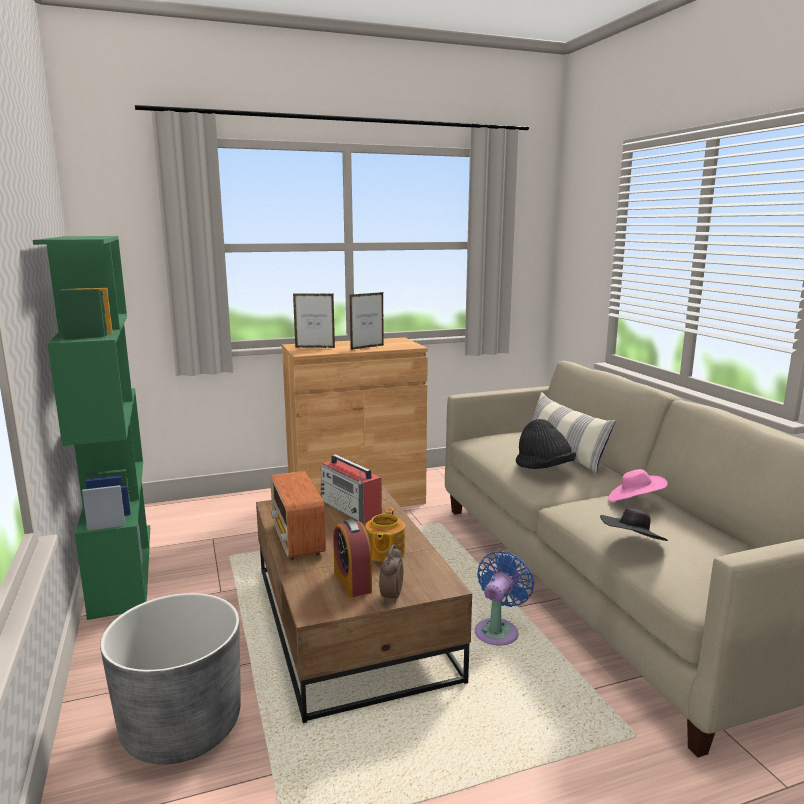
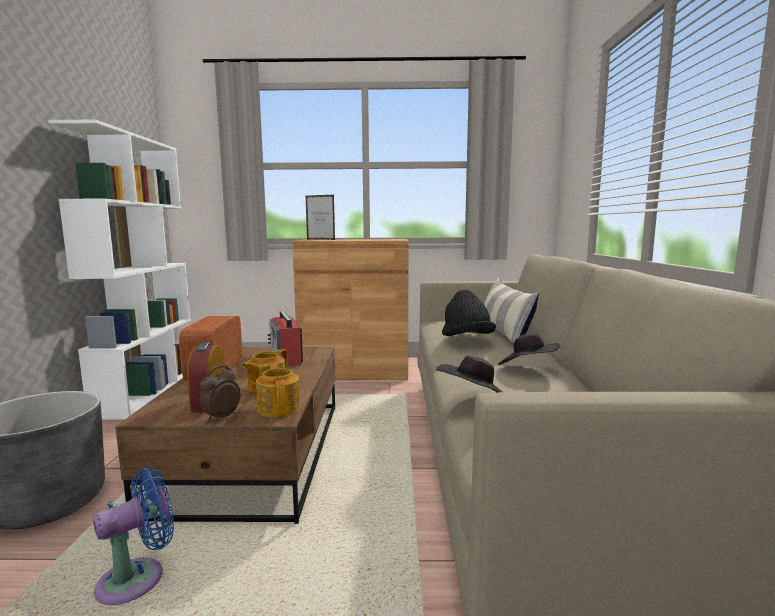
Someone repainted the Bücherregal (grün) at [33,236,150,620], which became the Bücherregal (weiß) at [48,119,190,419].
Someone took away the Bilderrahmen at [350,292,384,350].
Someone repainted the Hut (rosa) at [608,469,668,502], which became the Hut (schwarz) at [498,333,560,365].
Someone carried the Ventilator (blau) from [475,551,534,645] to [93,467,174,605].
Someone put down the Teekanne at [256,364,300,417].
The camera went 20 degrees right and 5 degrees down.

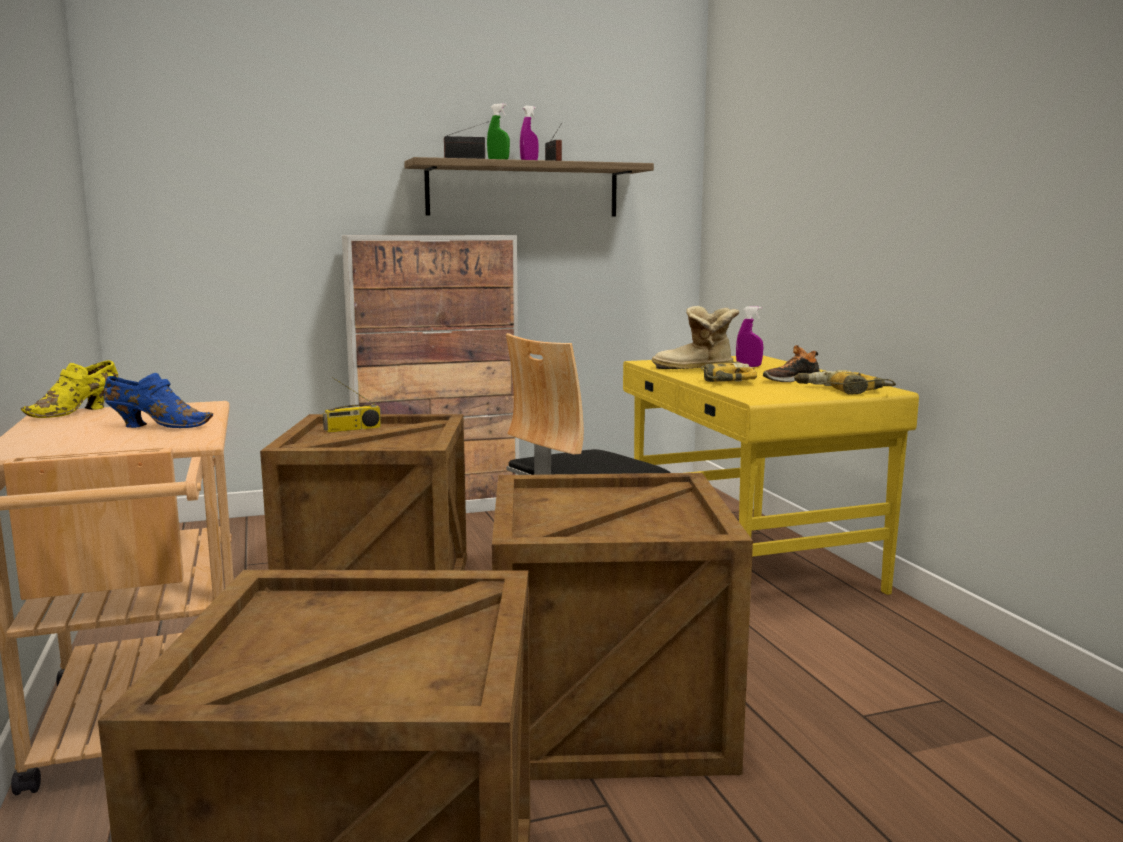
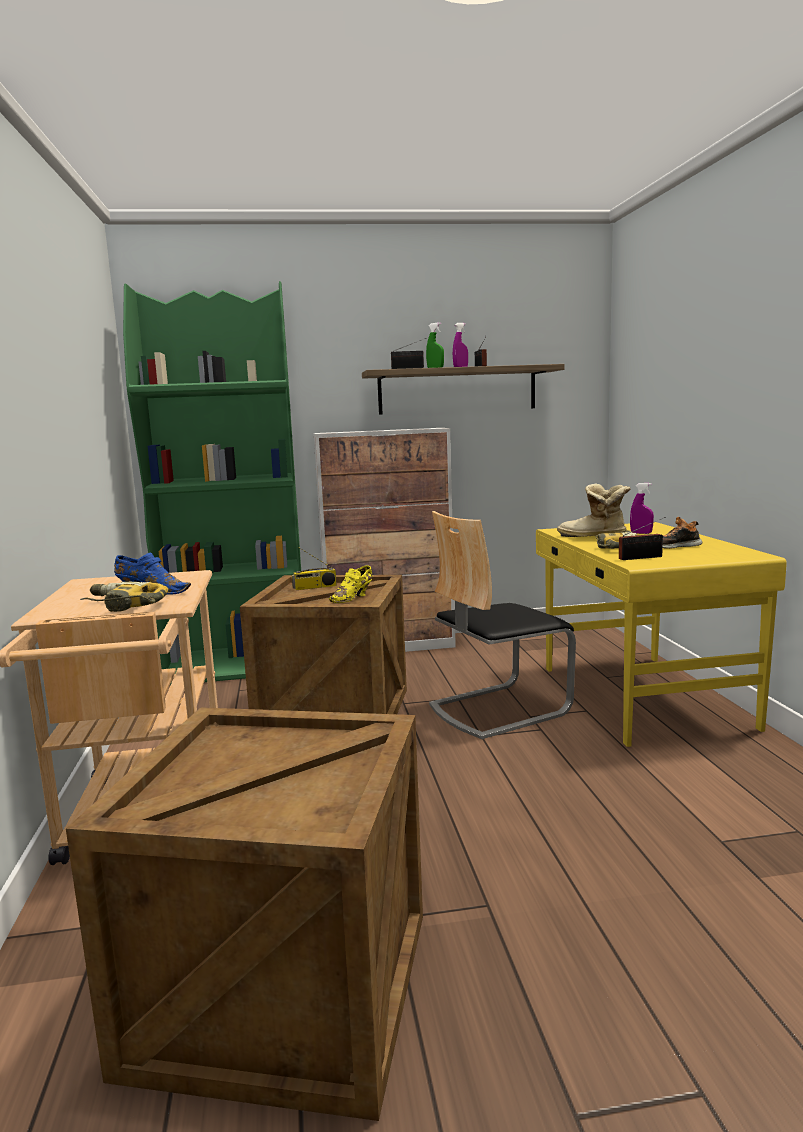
Someone carried the Schuh (gelb) from [21,360,119,418] to [328,565,373,603].
Someone carried the Bohrmaschine from [794,370,896,394] to [80,582,169,612].
Someone took away the Kiste at [492,473,753,780].
Someone put down the Bücherregal (grün) at [123,281,301,685].
Someone put down the Radio at [619,517,666,560].
The camera went 10 degrees right and 0 degrees up.

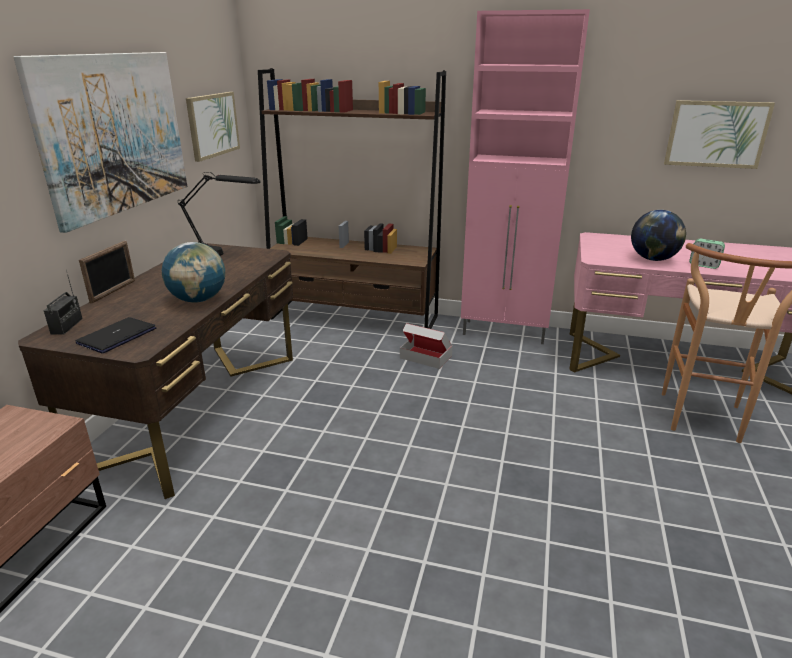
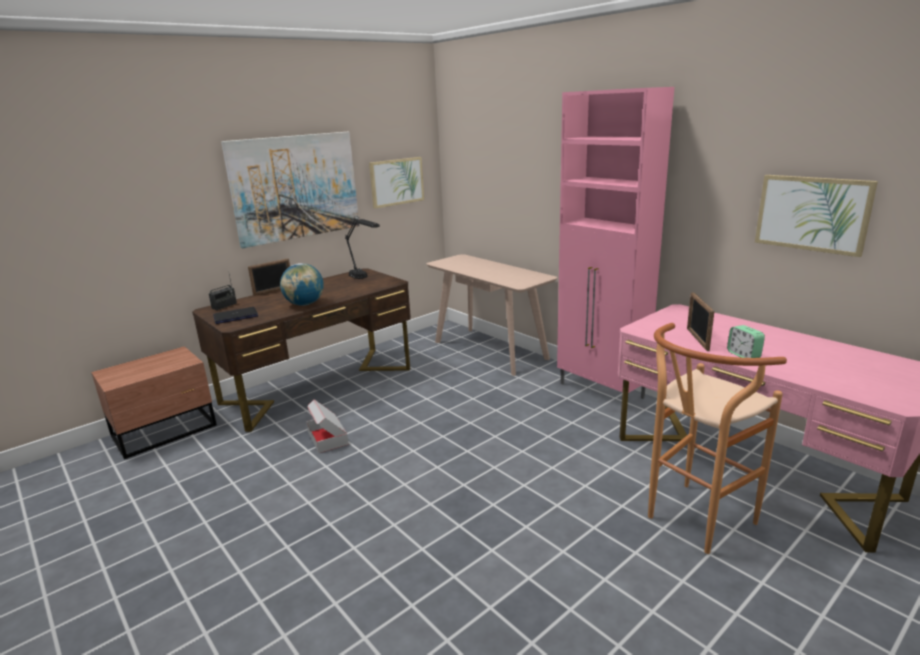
Someone swapped the Bücherregal (braun) at [258,68,446,329] for the Konsolentisch (beige) at [427,254,557,376].
Someone swapped the Globus at [631,210,686,261] for the Bilderrahmen at [687,292,715,351].
Someone carried the Karton from [400,323,452,369] to [306,399,349,453].
The camera went 35 degrees right and 5 degrees down.

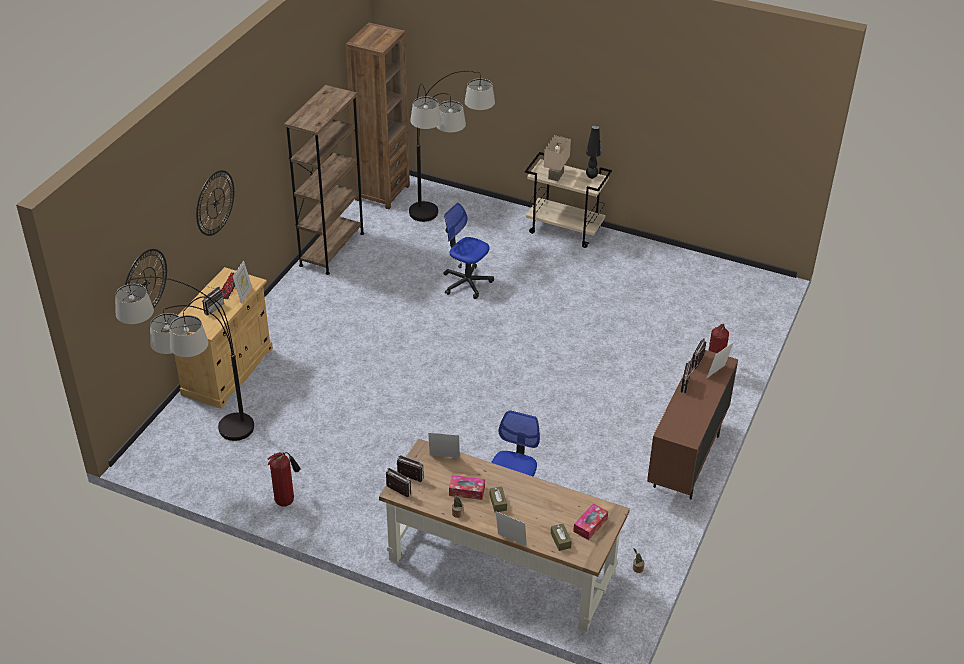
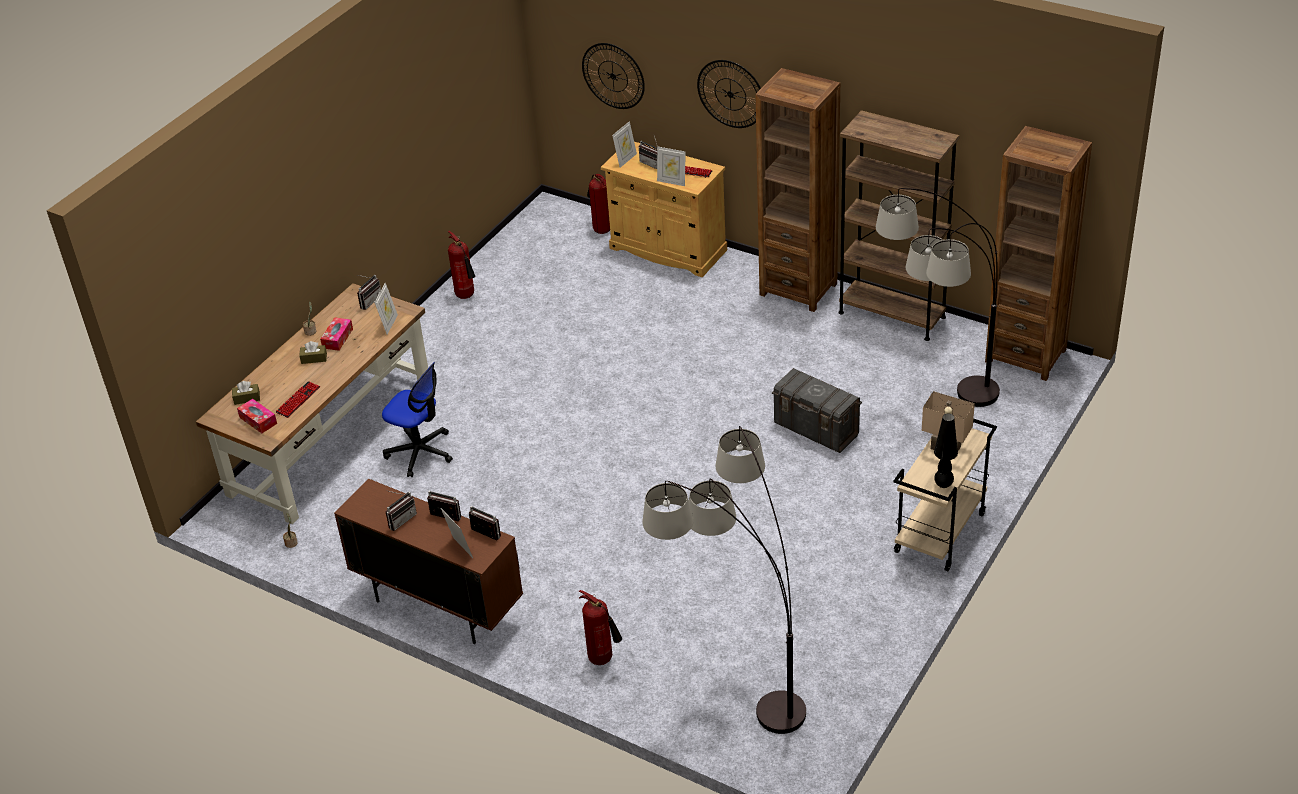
Someone swapped the Bürostuhl at [443,203,494,299] for the Aufbewahrungsbox (grau) at [772,368,862,453].
Someone carried the Stehlampe from [115,277,254,441] to [642,426,806,734].
Someone carried the Radio from [386,467,411,498] to [385,490,417,531].
Someone carried the Bilderrahmen from [496,512,527,546] to [612,121,637,168].
Someone put down the Bücherregal (braun) at [756,68,840,312].
Someone put down the Feuerlöscher at [587,174,610,234].
Someone put down the Tastatur at [276,381,320,418].
The camera went 100 degrees right and 0 degrees up.

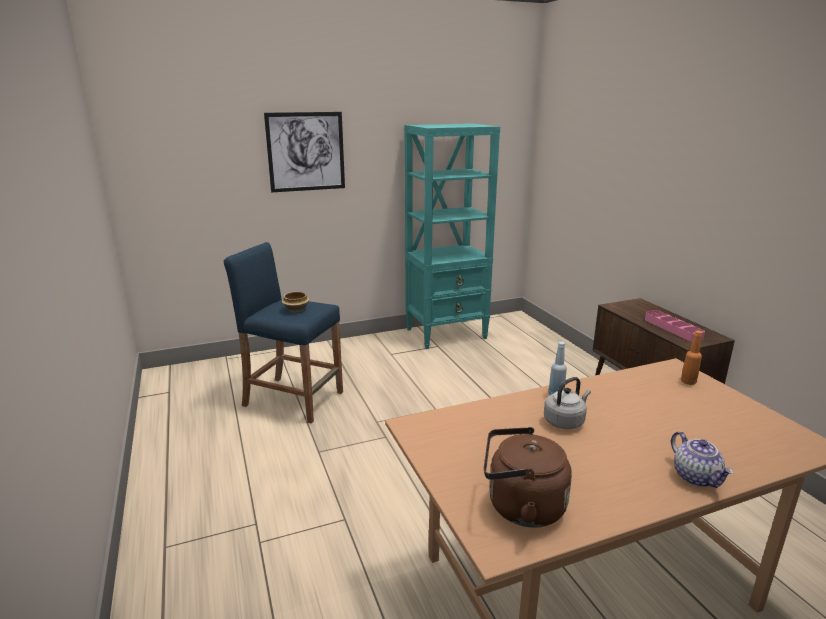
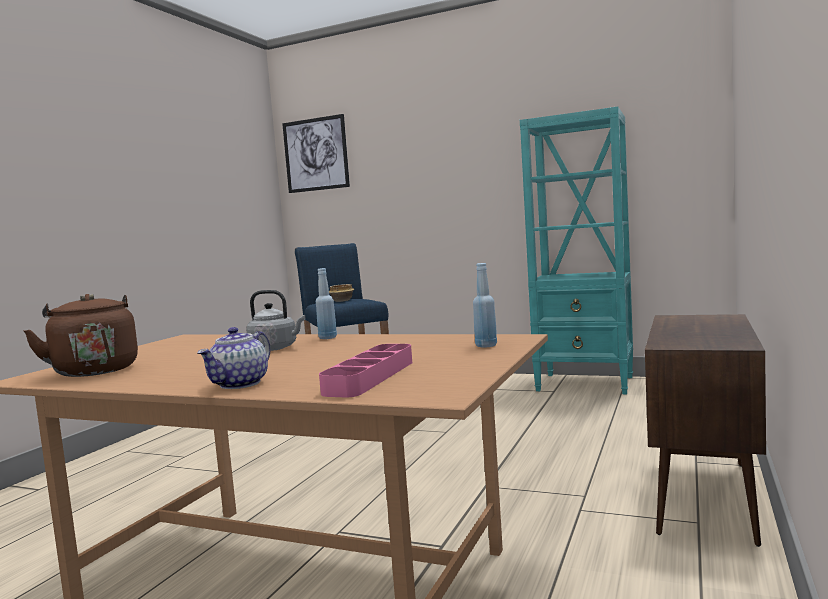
Someone carried the Bild from [264,112,345,192] to [282,114,350,193].
Someone carried the Tablett (rosa) from [645,310,705,342] to [319,344,412,398].
Someone repainted the Flasche (orange) at [681,331,702,385], which became the Flasche (blau) at [473,263,497,348].
The camera went 45 degrees right and 15 degrees down.

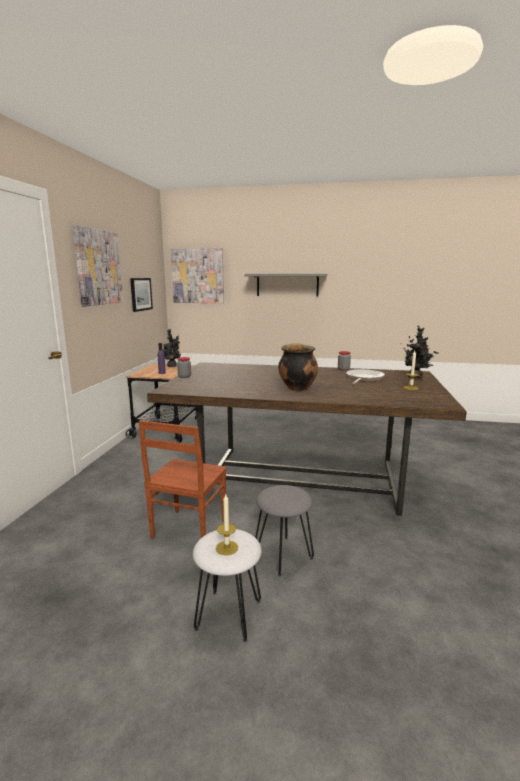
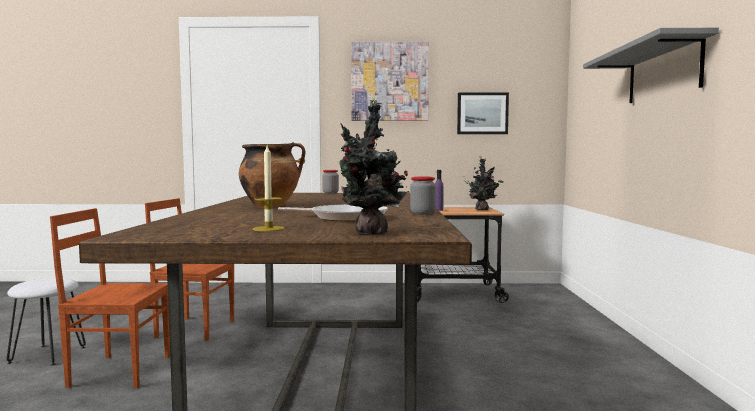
Someone took away the Bild at [171,248,224,303].
Someone swapped the Hocker (grau) at [255,485,314,576] for the Stuhl (braun) at [50,208,170,388].
Someone took away the Kerze at [216,494,238,555].
The camera went 80 degrees right and 10 degrees down.

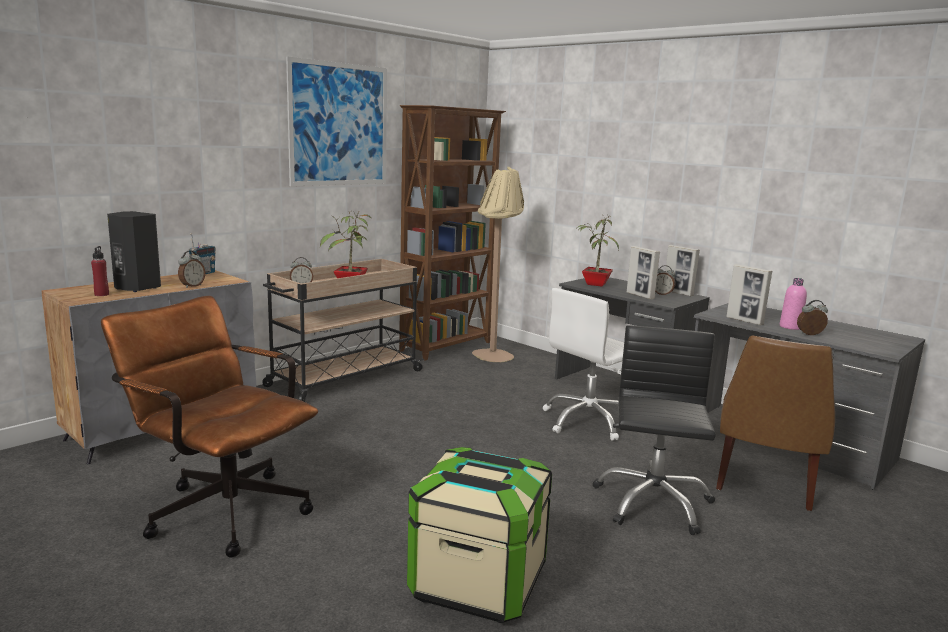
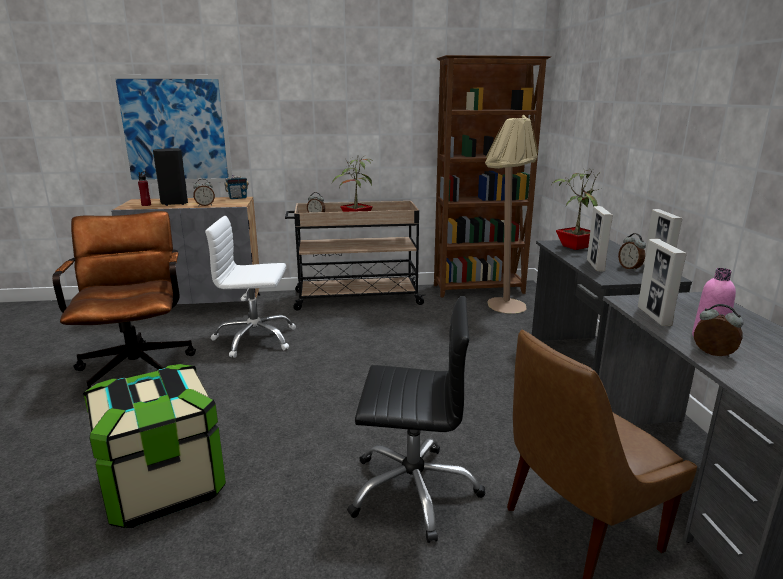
Someone carried the Bild from [286,56,387,186] to [110,74,233,184].
Someone carried the Bürostuhl (weiß) from [543,288,624,441] to [205,216,296,358].
Someone rotated the Bürostuhl (schwarz) at [592,325,716,535] by 45 degrees clockwise.
The camera went 40 degrees right and 5 degrees up.

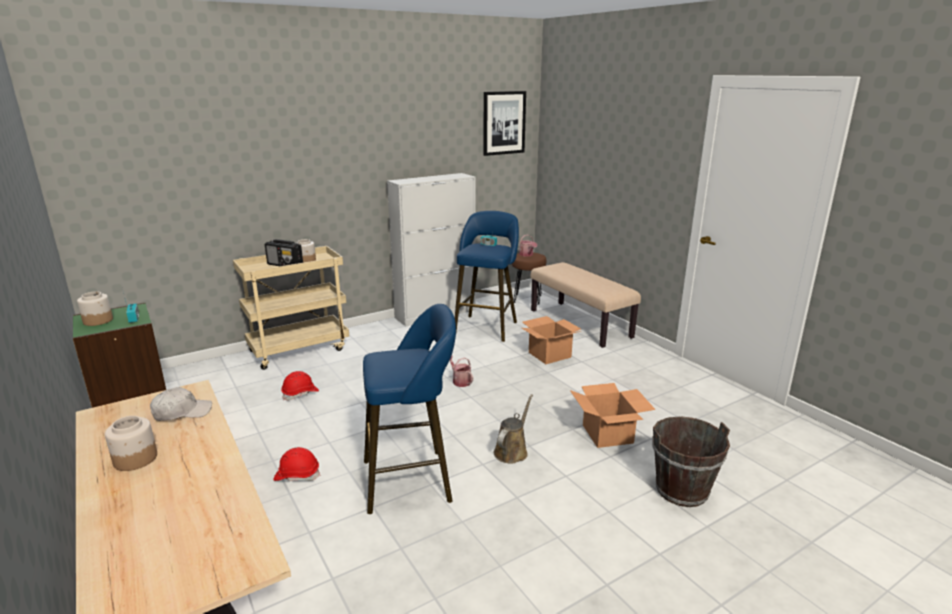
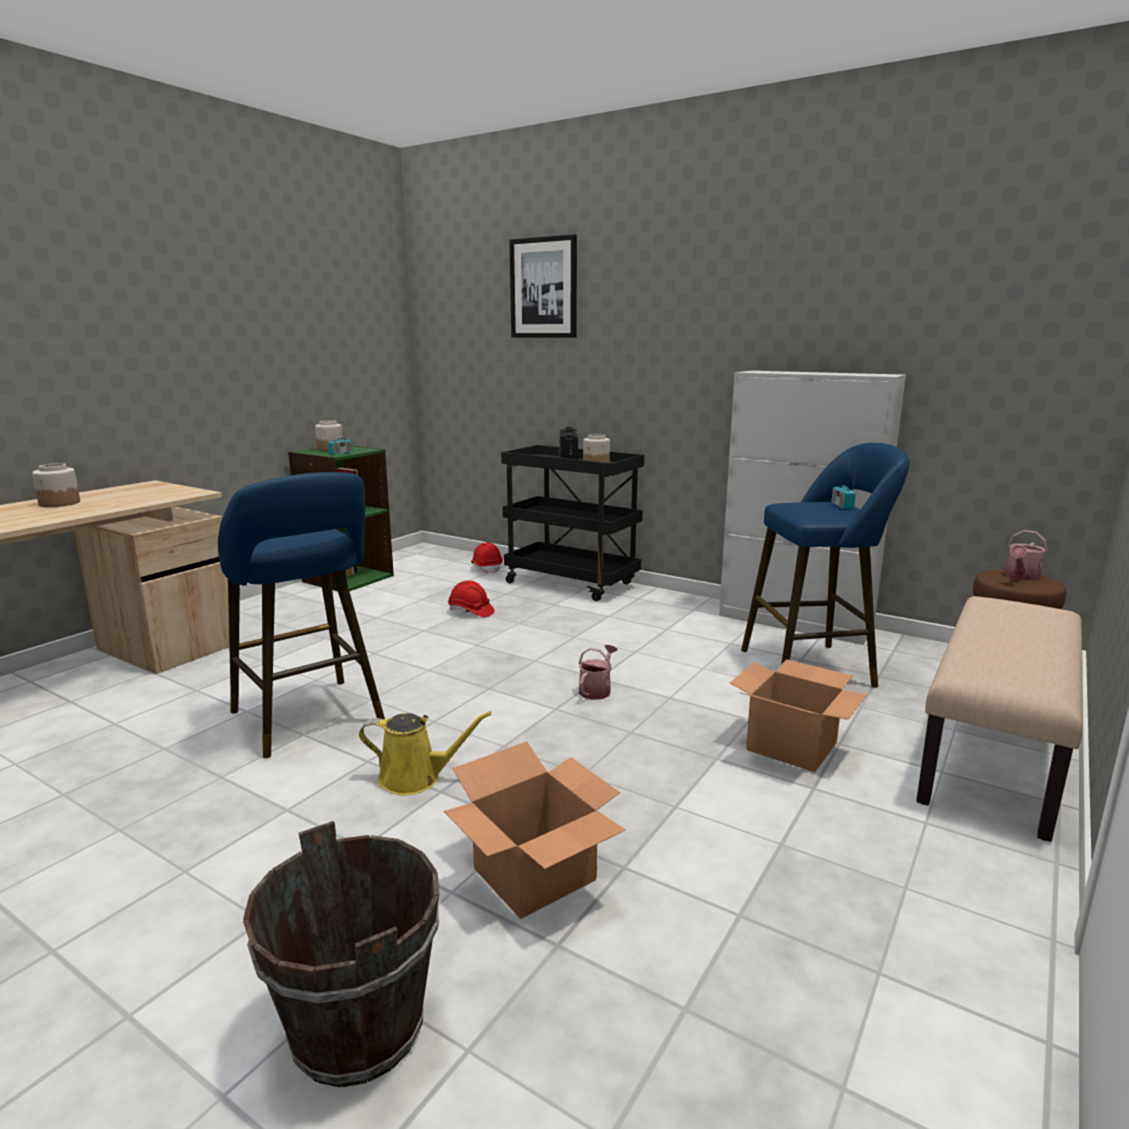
Someone carried the Bild from [483,91,526,156] to [509,234,577,338].
Someone repainted the Rollwagen (beige) at [233,246,349,370], which became the Rollwagen (schwarz) at [501,445,644,601].
Someone took away the Kappe (weiß) at [150,387,212,421].
Someone repainted the Gießkanne (braun) at [494,394,533,464], which became the Gießkanne (gelb) at [359,712,492,795].
Someone carried the Schutzhelm (rot) from [274,447,320,481] to [471,543,503,574].
The camera went 65 degrees right and 5 degrees down.

